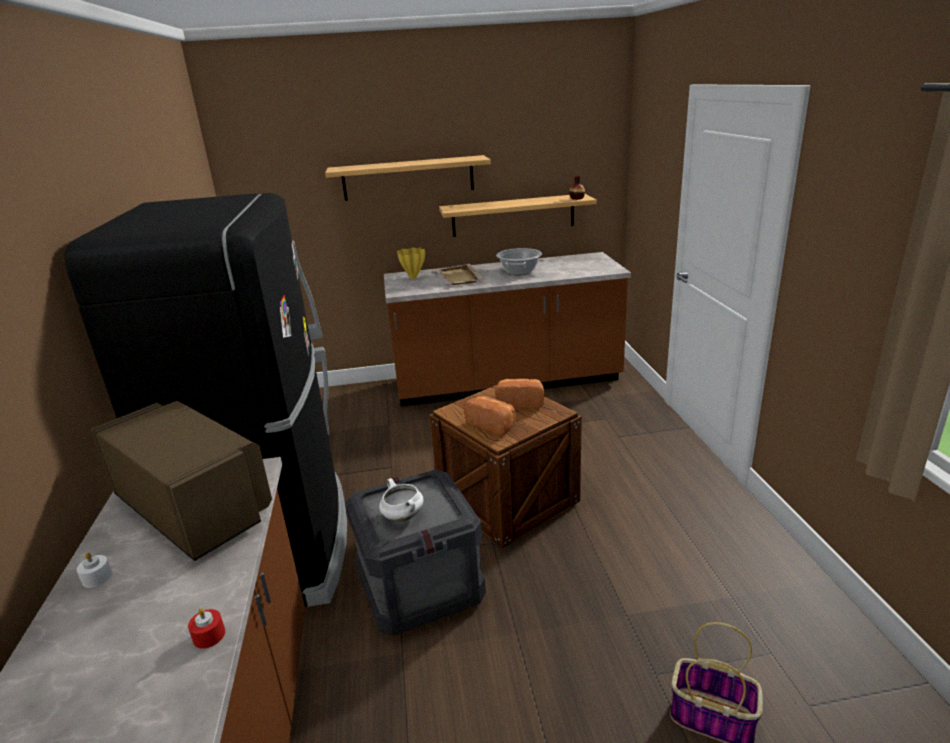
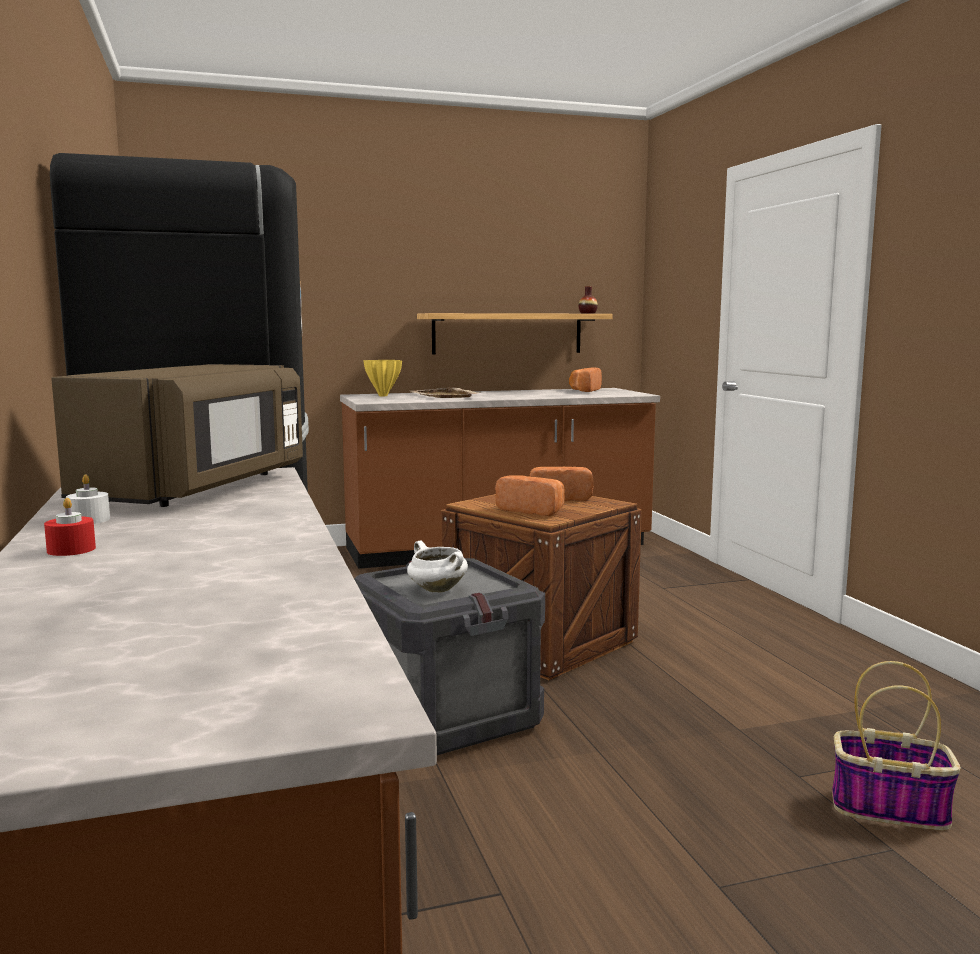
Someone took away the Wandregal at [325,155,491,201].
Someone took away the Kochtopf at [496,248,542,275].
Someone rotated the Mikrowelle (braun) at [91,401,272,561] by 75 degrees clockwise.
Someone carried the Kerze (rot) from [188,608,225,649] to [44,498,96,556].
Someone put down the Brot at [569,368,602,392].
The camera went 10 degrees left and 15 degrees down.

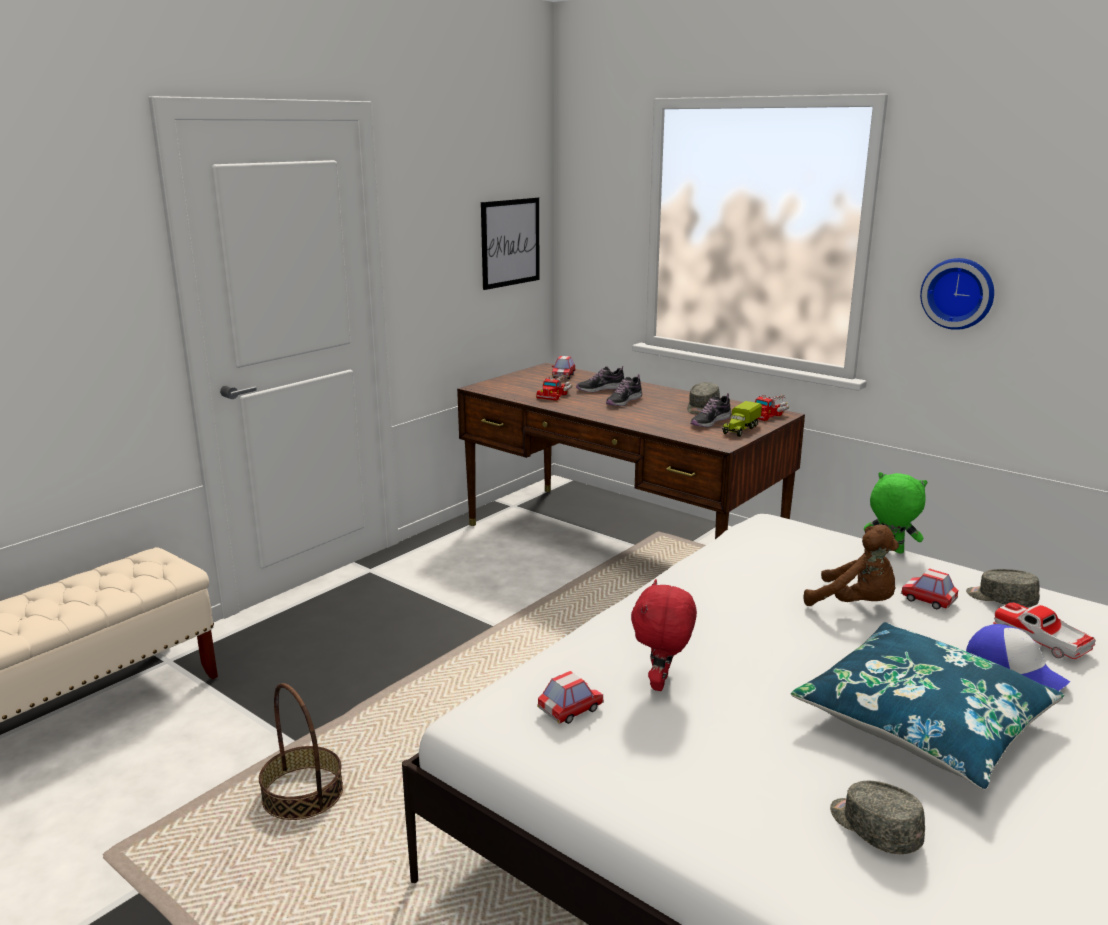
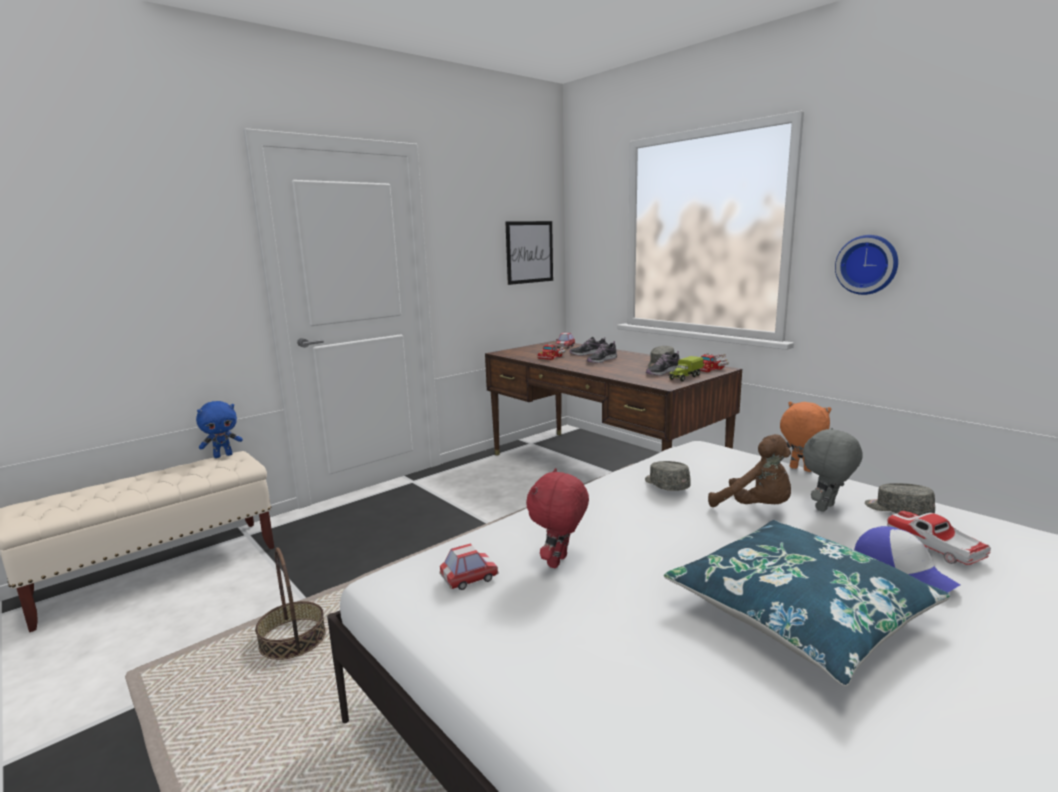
Someone repainted the Plüschtier (grün) at [864,472,928,554], which became the Plüschtier (orange) at [780,402,831,472].
Someone swapped the Spielzeugauto at [901,569,958,609] for the Plüschtier (grau) at [803,428,863,512].
Someone carried the Kappe (grau) from [830,781,925,854] to [645,461,691,491].
Someone put down the Plüschtier (blau) at [196,401,243,458].
The camera went 10 degrees right and 5 degrees down.

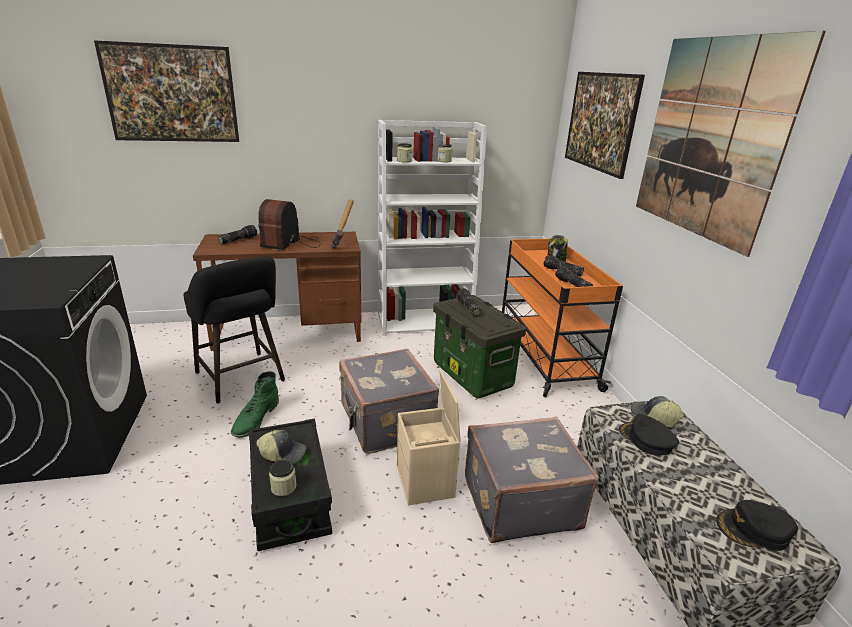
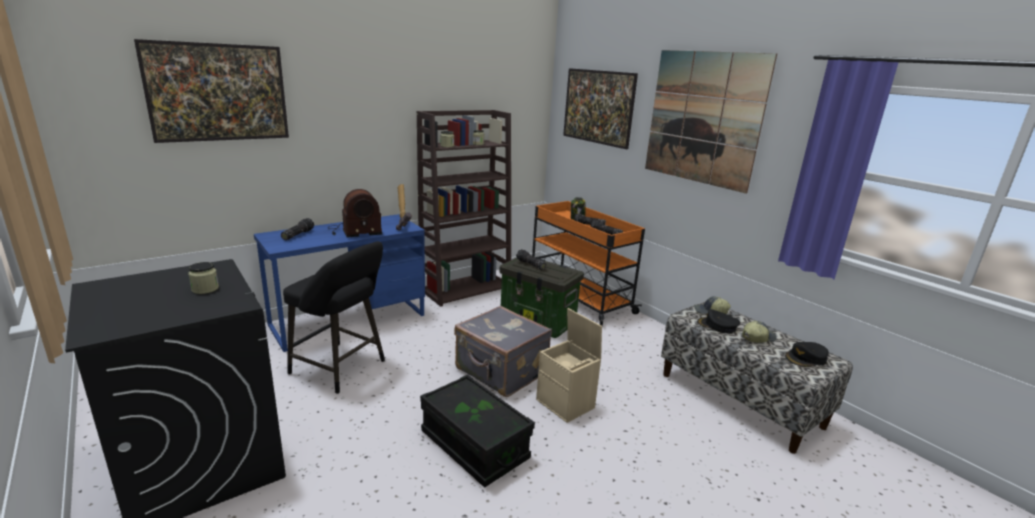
Someone repainted the Bücherregal (weiß) at [378,120,487,336], which became the Bücherregal (braun) at [417,110,511,307].
Someone rotated the Radio at [258,199,320,250] by 105 degrees counterclockwise.
Someone repainted the Schreibtisch (braun) at [193,232,362,351], which became the Schreibtisch (blau) at [254,214,425,352].
Someone took away the Stiefel (grün) at [231,371,279,438].
Someone took away the Koffer (grau) at [465,417,599,543].
Someone carried the Kappe from [256,430,307,463] to [742,321,777,343].
Someone carried the Vorratsglas from [269,460,297,496] to [188,262,219,294].
The camera went 25 degrees left and 5 degrees down.

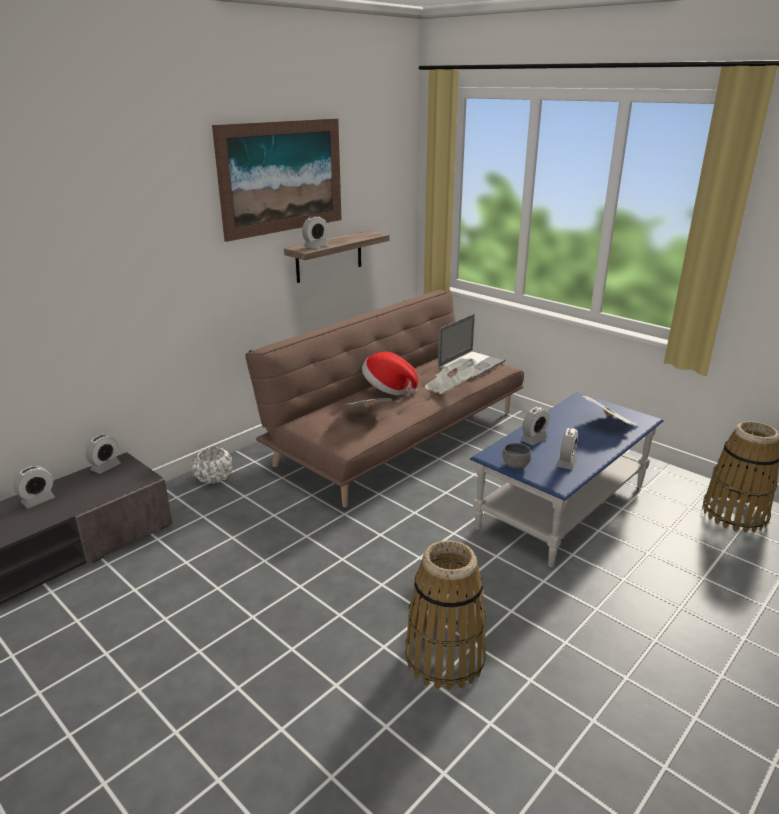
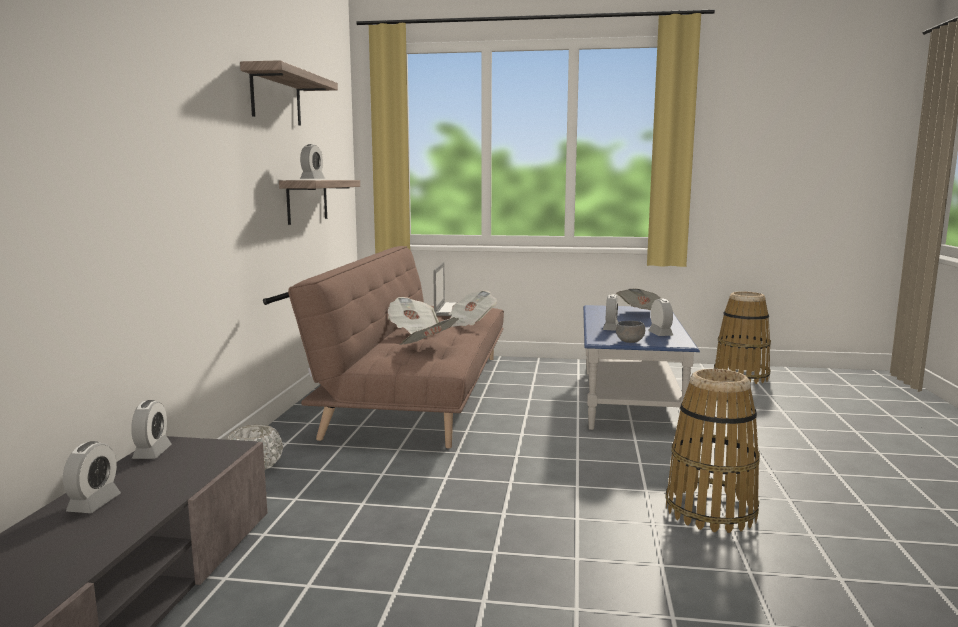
Someone swapped the Bild at [212,118,342,242] for the Wandregal at [240,60,338,125].
Someone swapped the Hut at [362,352,418,395] for the Zeitung at [388,297,439,334].
The camera went 35 degrees left and 15 degrees down.

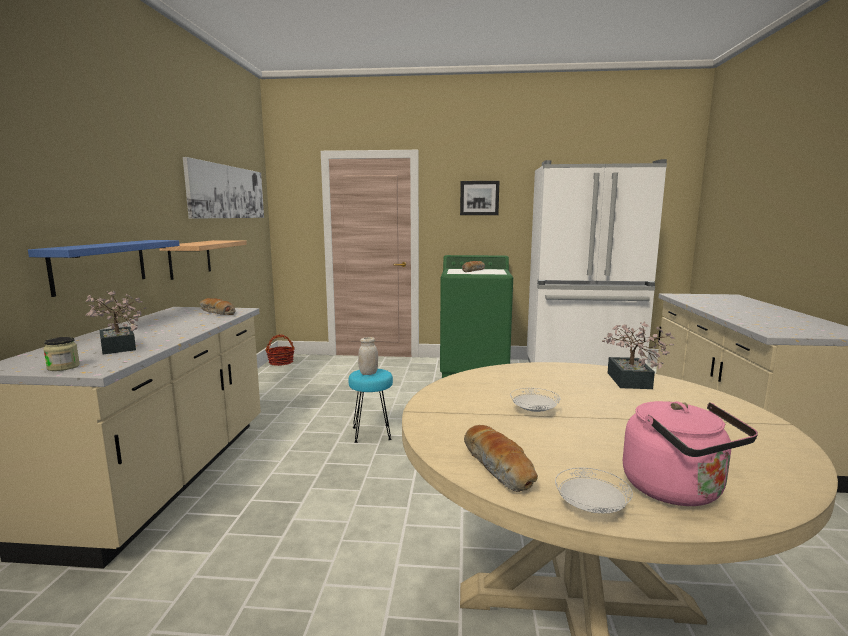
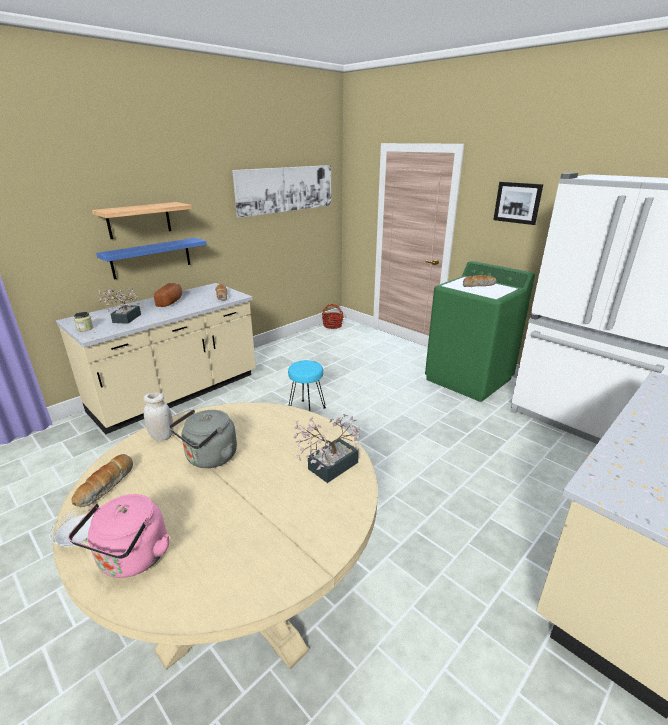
Someone carried the Wandregal from [159,240,247,280] to [92,202,192,239].
Someone carried the Vorratsglas (weiß) from [358,337,378,375] to [143,392,173,441].
Someone swapped the Teller (weiß) at [510,388,560,412] for the Wasserkessel (grau) at [169,409,237,468].
Someone put down the Brot at [154,283,182,307].
The camera went 40 degrees right and 15 degrees up.

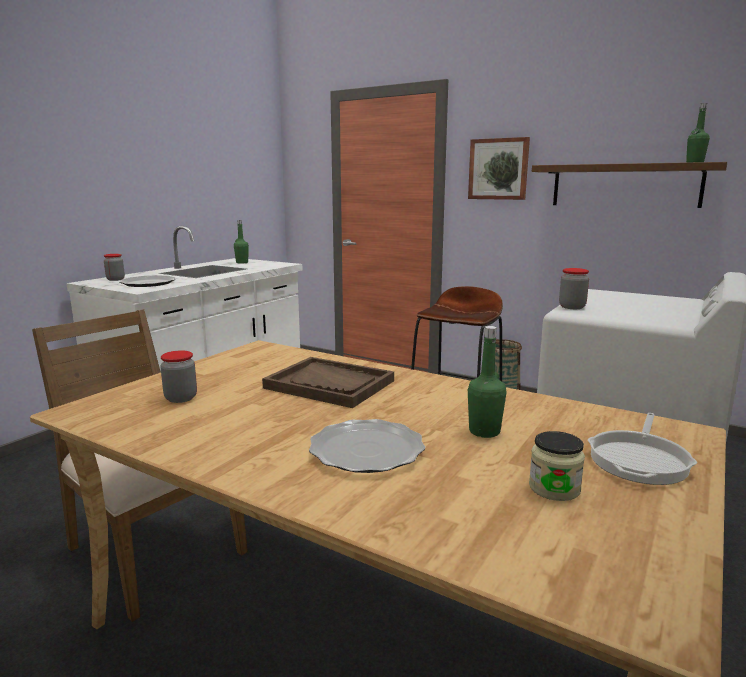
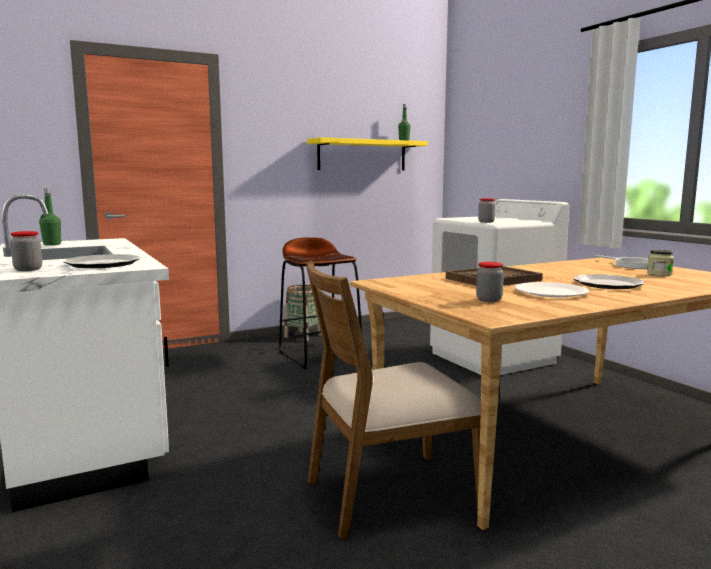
Someone took away the Bild at [468,137,530,200].
Someone repainted the Wandregal (braun) at [532,162,727,208], which became the Wandregal (gelb) at [307,137,428,170].
Someone took away the Flasche (grün) at [468,326,507,438].
Someone put down the Teller (weiß) at [515,282,589,297].
The camera went 60 degrees left and 5 degrees down.

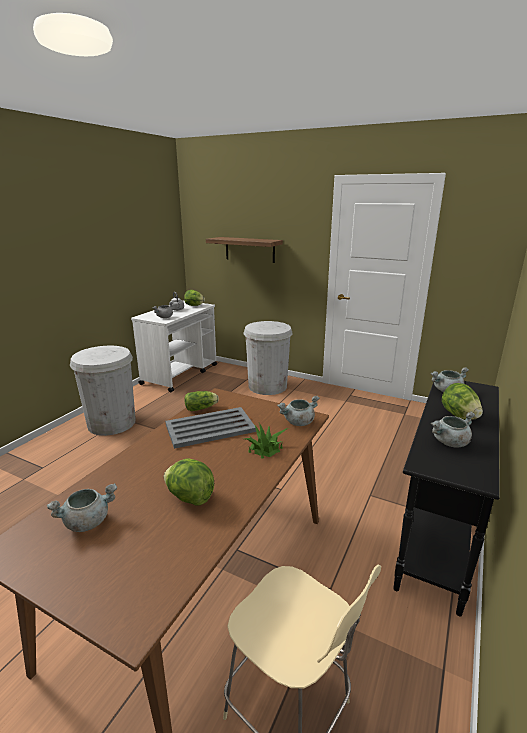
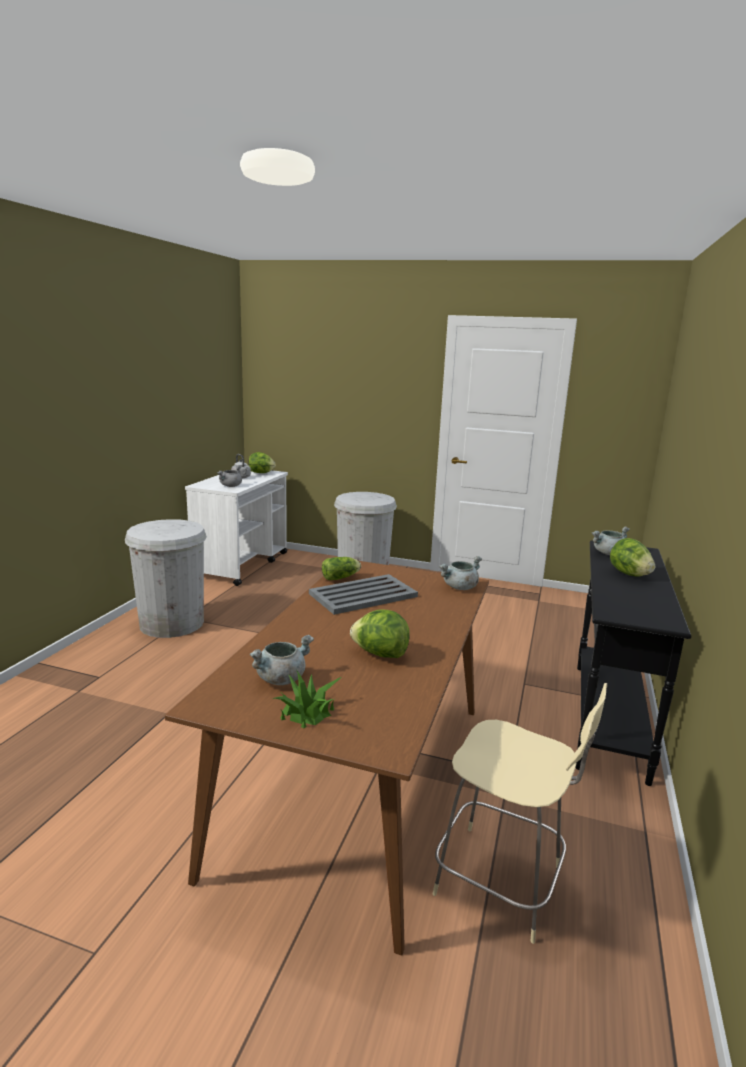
Someone took away the Wandregal at [206,237,283,263].
Someone took away the Kochtopf (grau) at [431,411,475,448].
Someone carried the Topfpflanze from [245,423,288,459] to [271,670,342,728].
The camera went 10 degrees left and 5 degrees down.

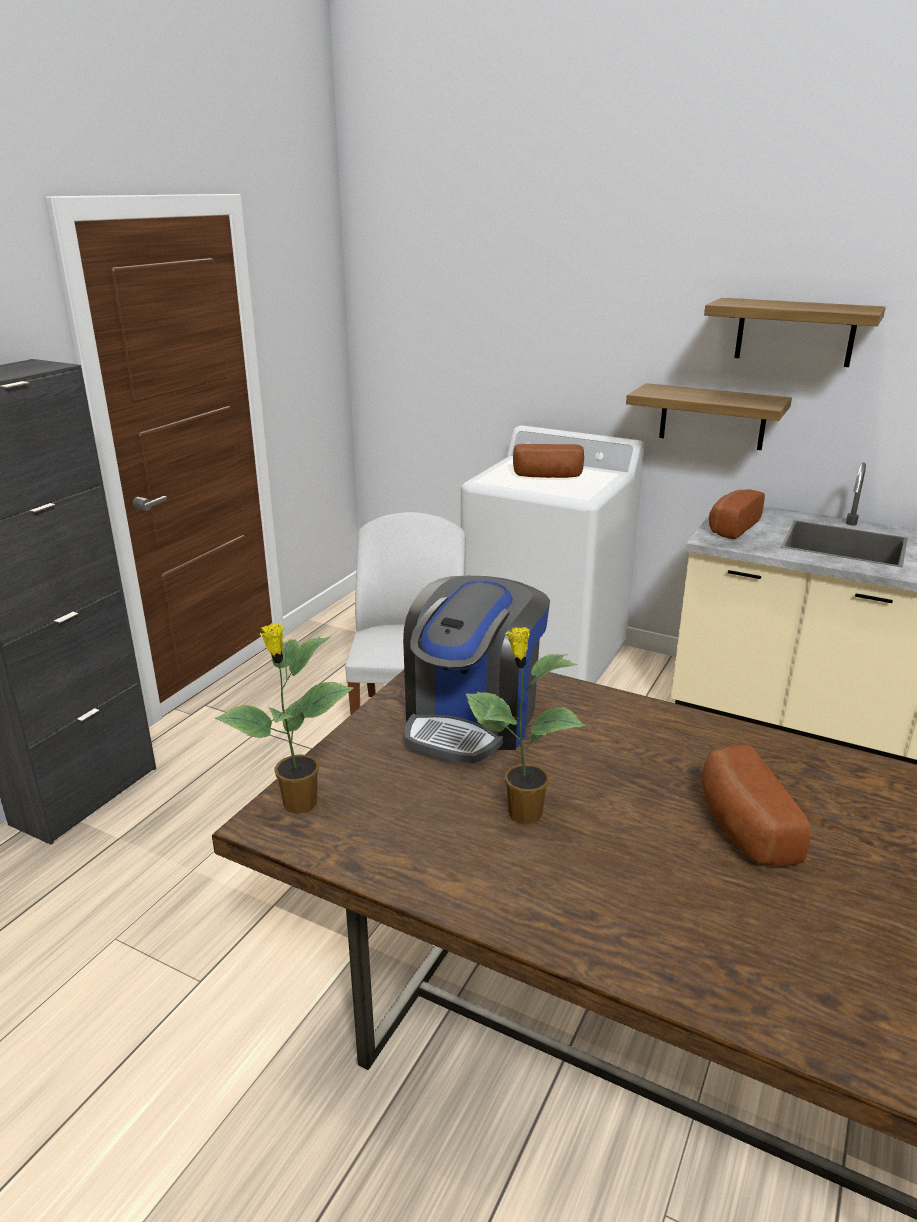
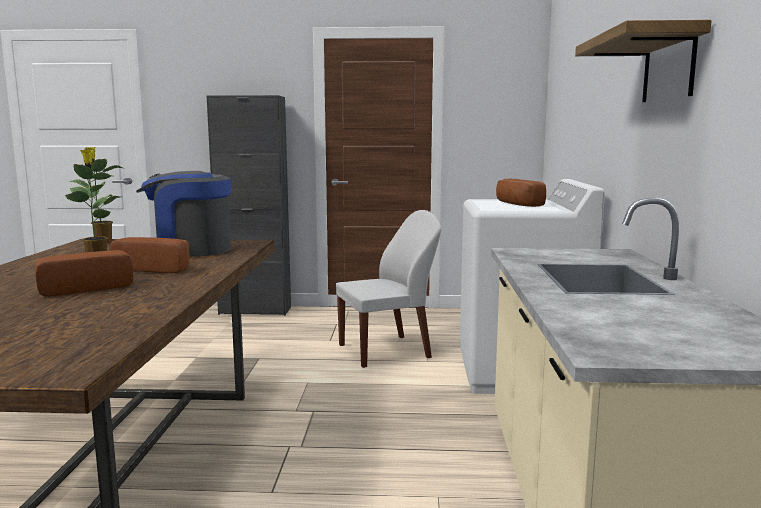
Someone took away the Wandregal at [626,383,792,450].
Someone carried the Brot from [708,489,765,539] to [110,237,190,273].
The camera went 65 degrees right and 15 degrees down.

